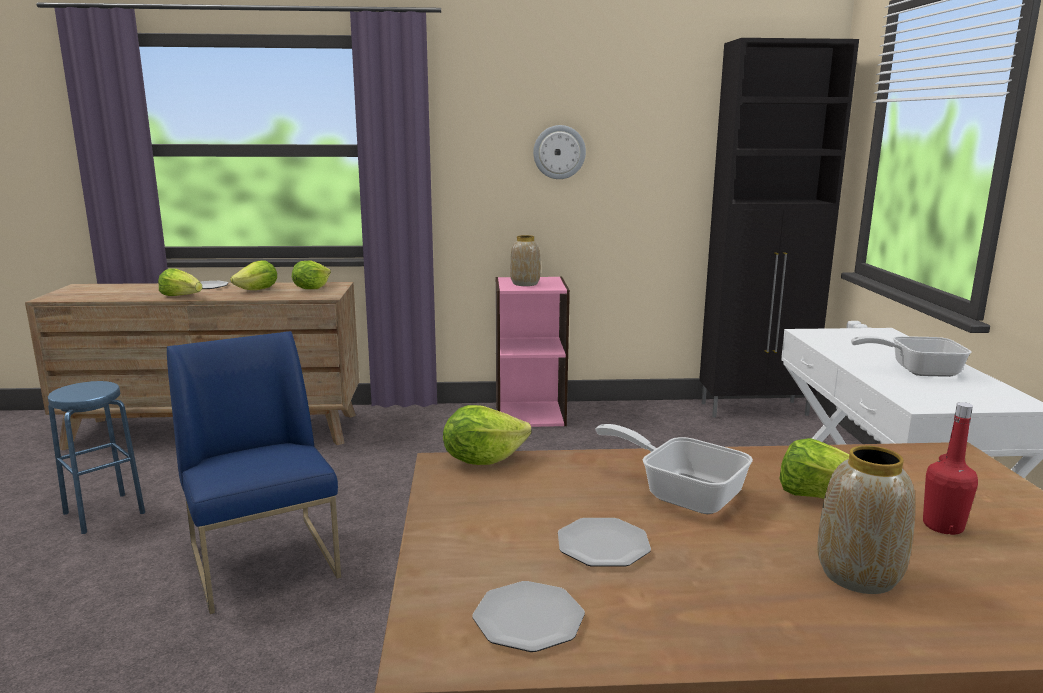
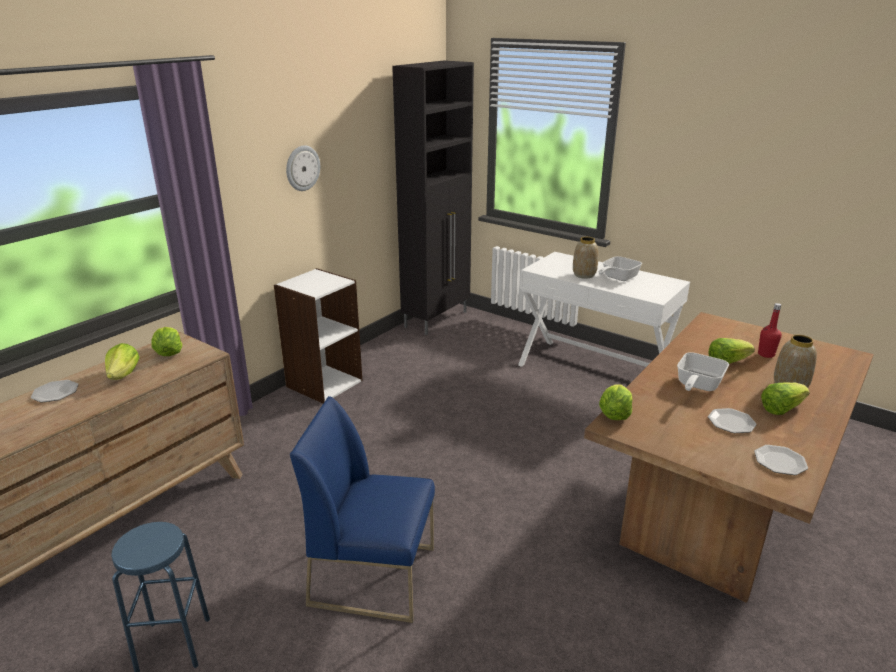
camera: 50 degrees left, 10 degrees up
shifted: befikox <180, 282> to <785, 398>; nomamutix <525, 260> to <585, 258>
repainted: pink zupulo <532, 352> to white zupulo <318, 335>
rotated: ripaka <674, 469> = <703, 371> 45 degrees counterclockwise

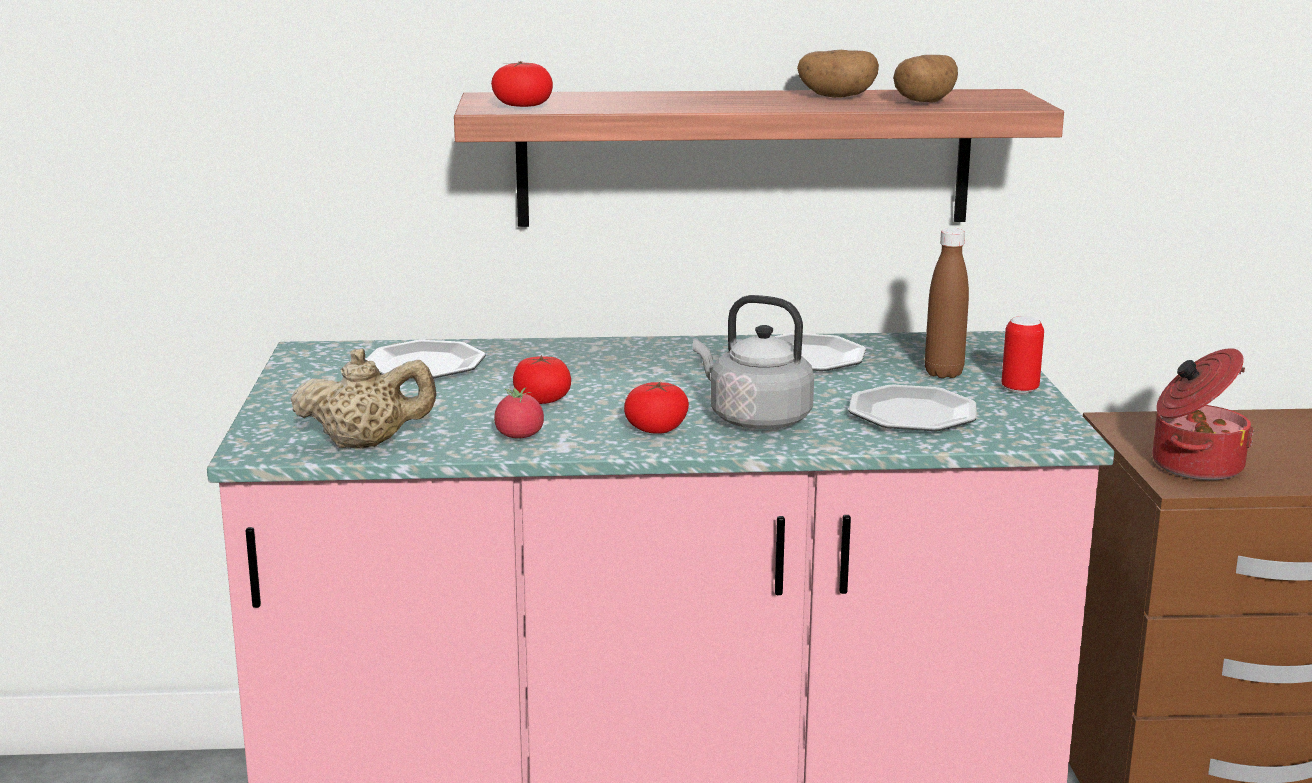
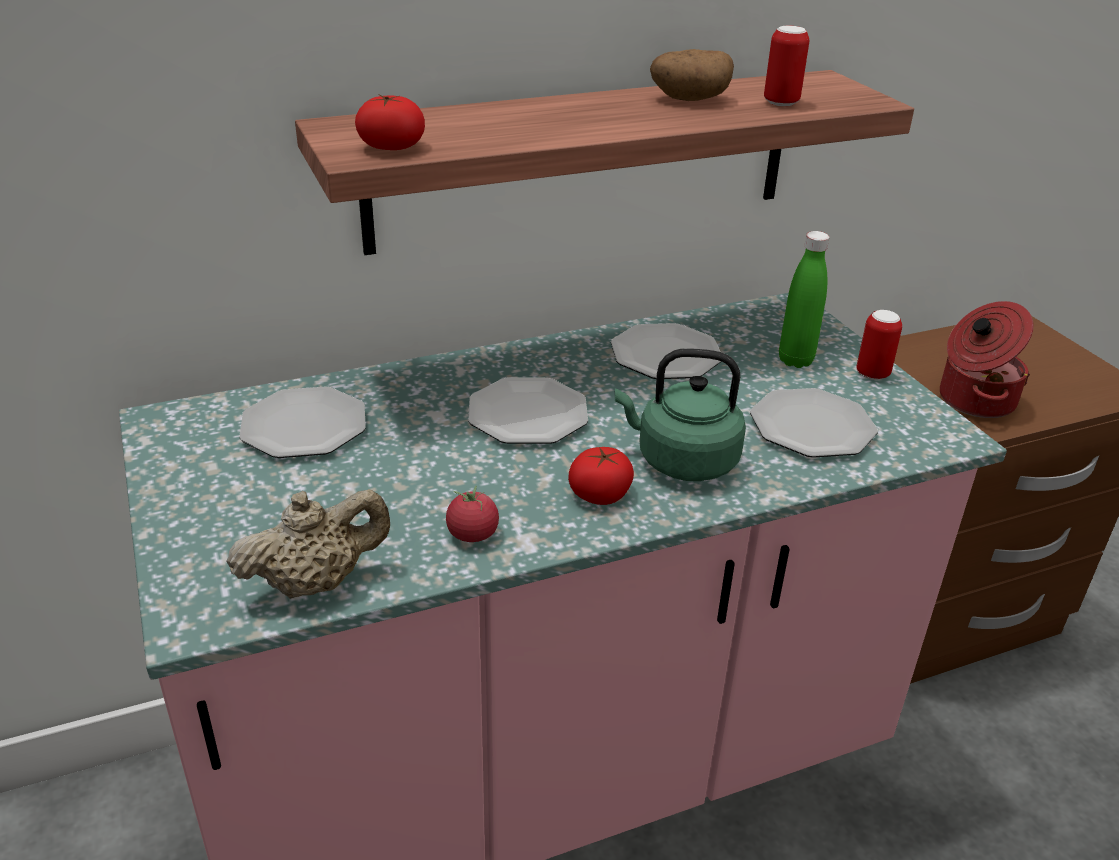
camera: 20 degrees left, 15 degrees up
gone: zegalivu <542, 379>
new: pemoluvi <528, 411>
swapped: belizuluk <925, 78> to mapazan <786, 66>
repainted: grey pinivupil <753, 362> to green pinivupil <680, 414>; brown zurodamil <947, 303> to green zurodamil <804, 299>

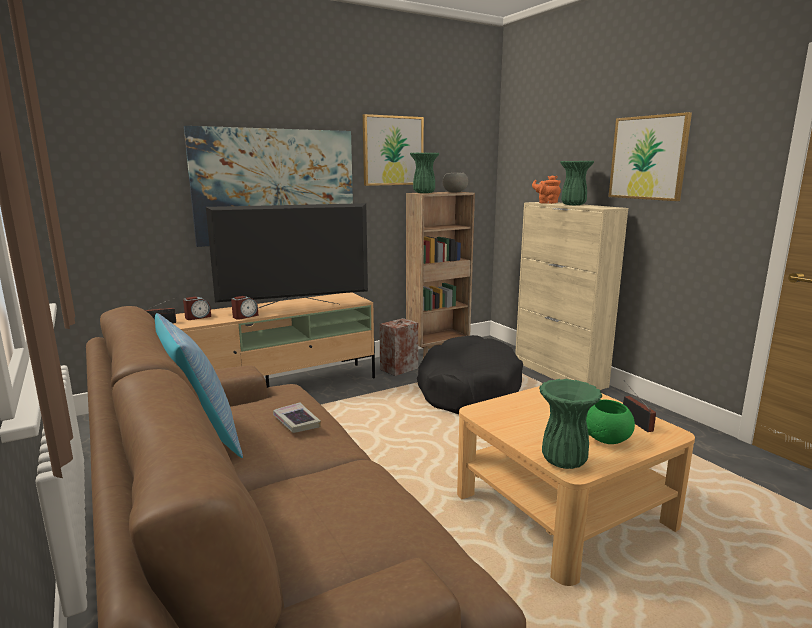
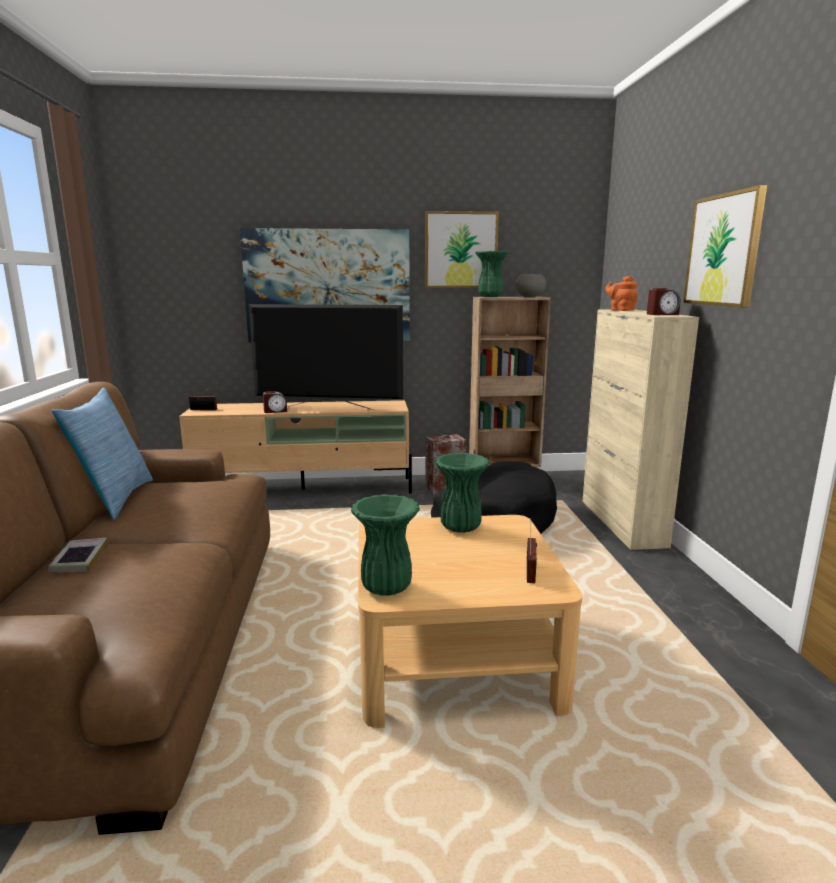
camera: 25 degrees right, 0 degrees up
gone: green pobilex <610, 422>
shifted: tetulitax <197, 308> to <663, 301>; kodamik <297, 417> to <77, 555>; green nomamutix <577, 183> to <462, 493>

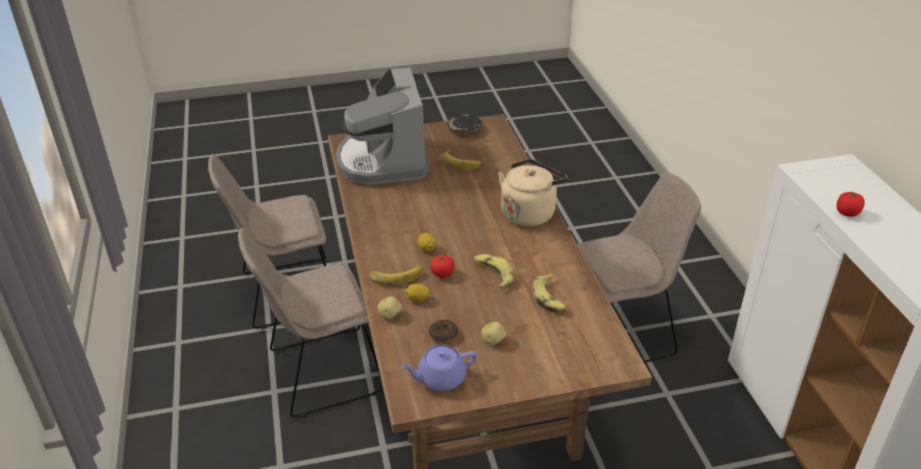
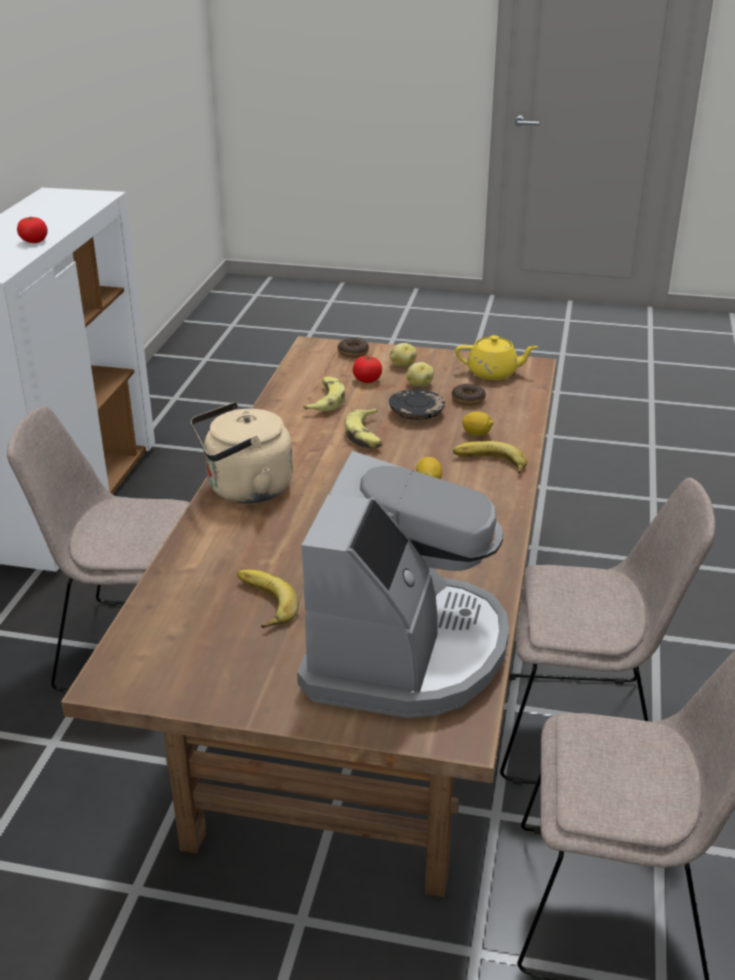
camera: 155 degrees left, 5 degrees down
new: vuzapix <353, 348>
shifted: belizuluk <389, 307> to <403, 355>; zegalivu <442, 266> to <367, 369>; black pemoluvi <464, 124> to <417, 404>
repainted: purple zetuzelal <439, 368> to yellow zetuzelal <496, 357>

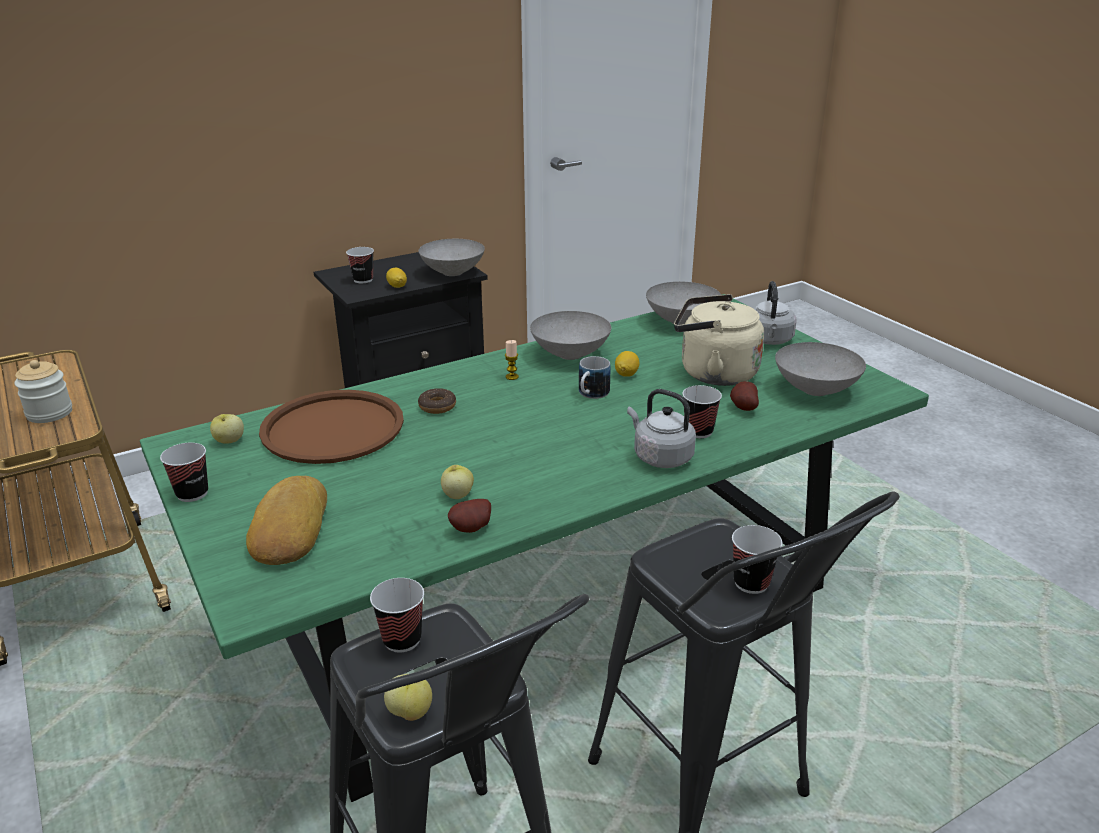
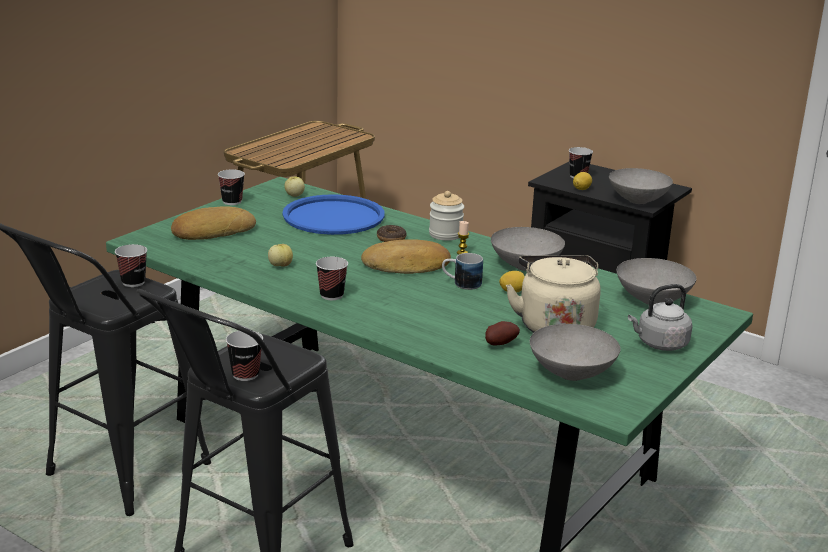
camera: 65 degrees right, 5 degrees down
gone: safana <408, 697>; belizuluk <469, 516>; grey pinivupil <661, 428>
new: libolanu <406, 256>
shifted: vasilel <43, 391> to <446, 216>; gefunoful <702, 411> to <332, 278>
repainted: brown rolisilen <331, 427> to blue rolisilen <333, 214>

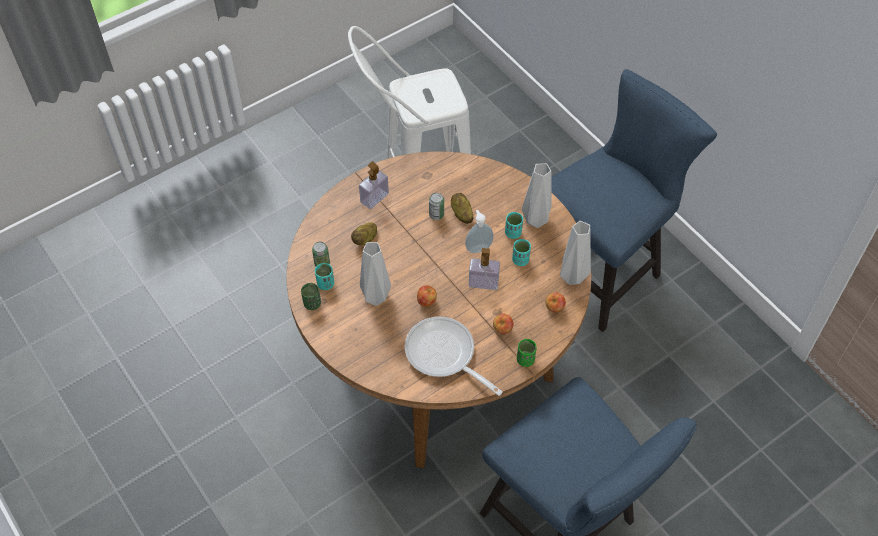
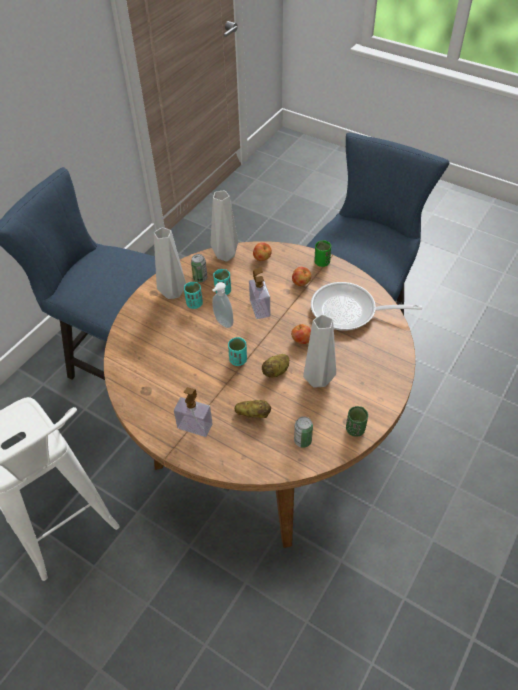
camera: 110 degrees left, 5 degrees down
shifted: turquoise gefunoful <324, 276> to <237, 351>; mapazan <436, 206> to <199, 268>; belizuluk <462, 208> to <275, 365>
rotated: ripaka <454, 356> = <366, 306> 75 degrees clockwise

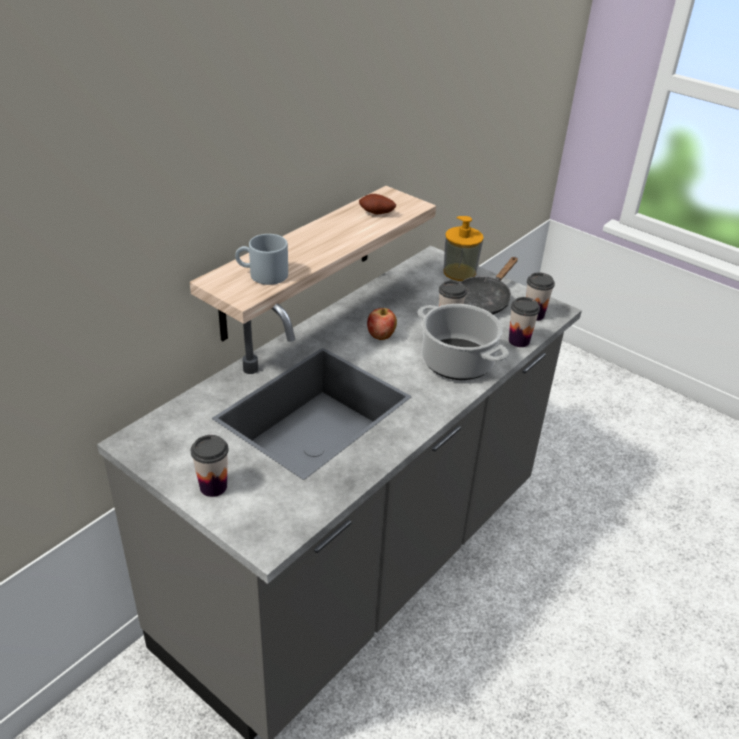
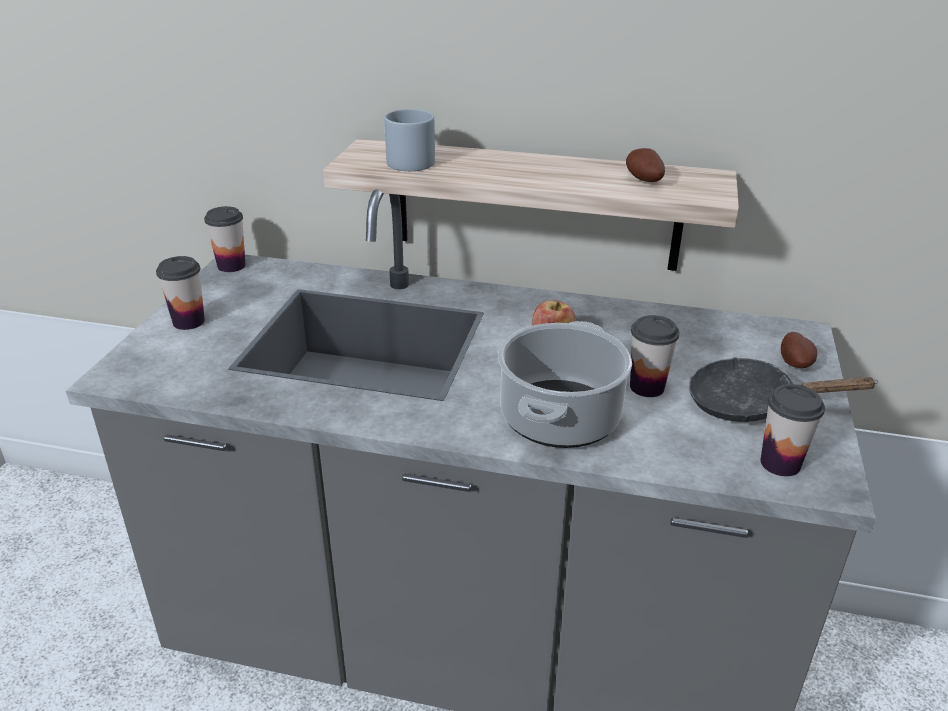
camera: 65 degrees right, 5 degrees down
shifted: gefunoful <524, 322> to <225, 239>
swapped: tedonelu <463, 248> to belizuluk <799, 350>

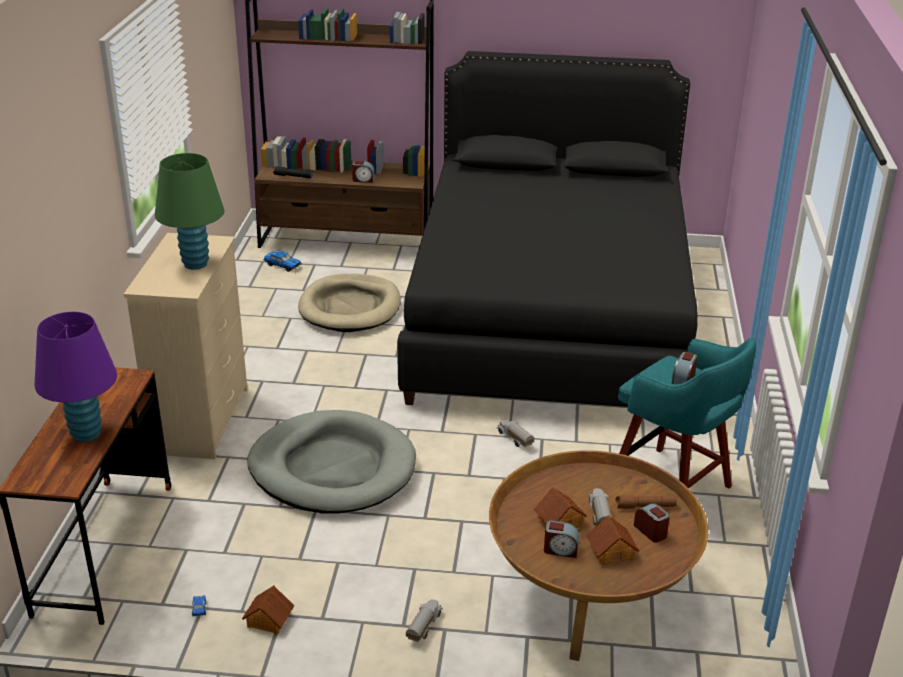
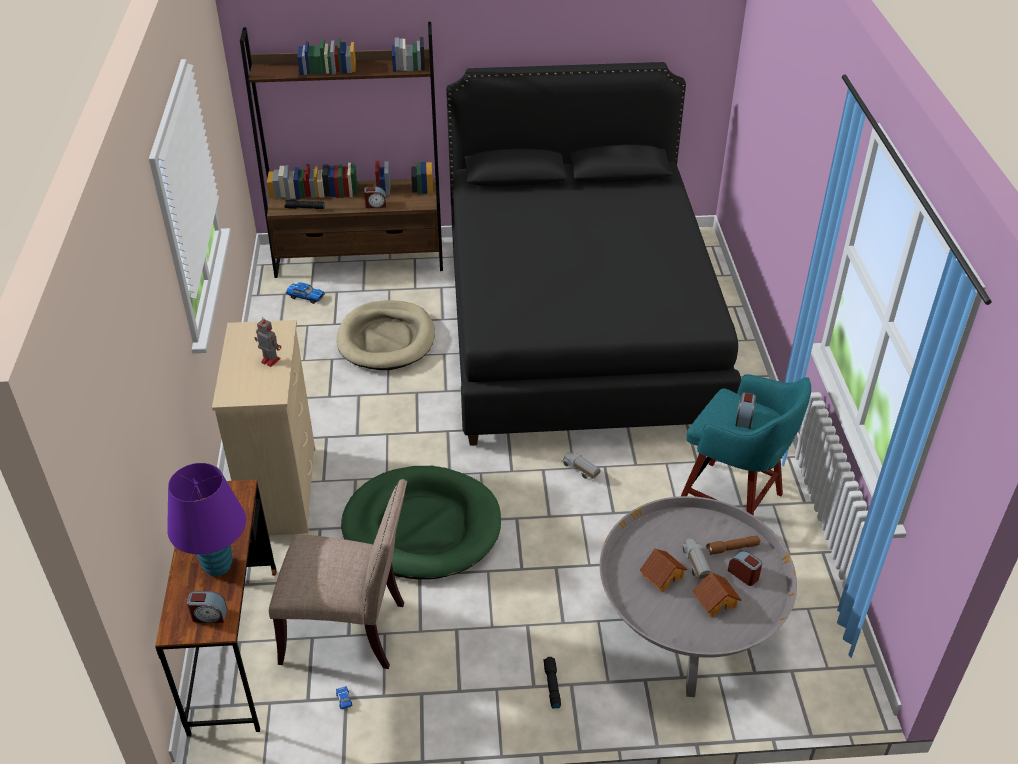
camera: 10 degrees left, 10 degrees up
gone: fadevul <268, 610>
new: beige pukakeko <338, 574>
shifted: tetulitax <561, 539> to <207, 607>
swapped: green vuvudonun <189, 211> to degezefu <268, 342>; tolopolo <424, 620> to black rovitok <552, 683>
repainted: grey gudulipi <331, 461> to green gudulipi <421, 523>; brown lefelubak <598, 555> to grey lefelubak <698, 596>

